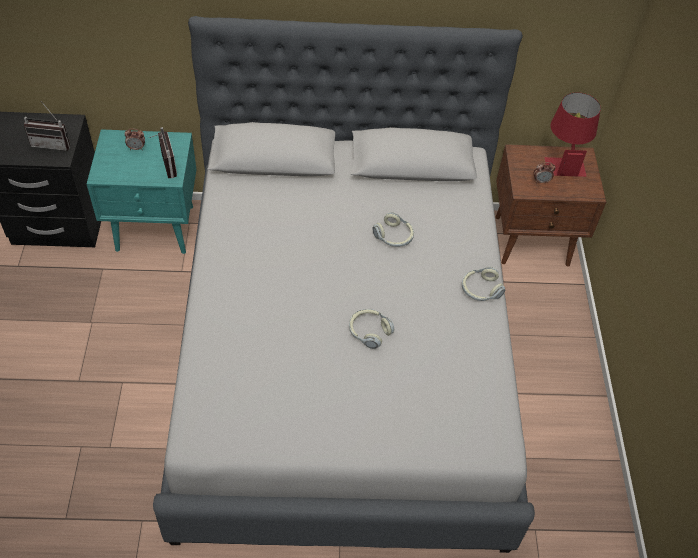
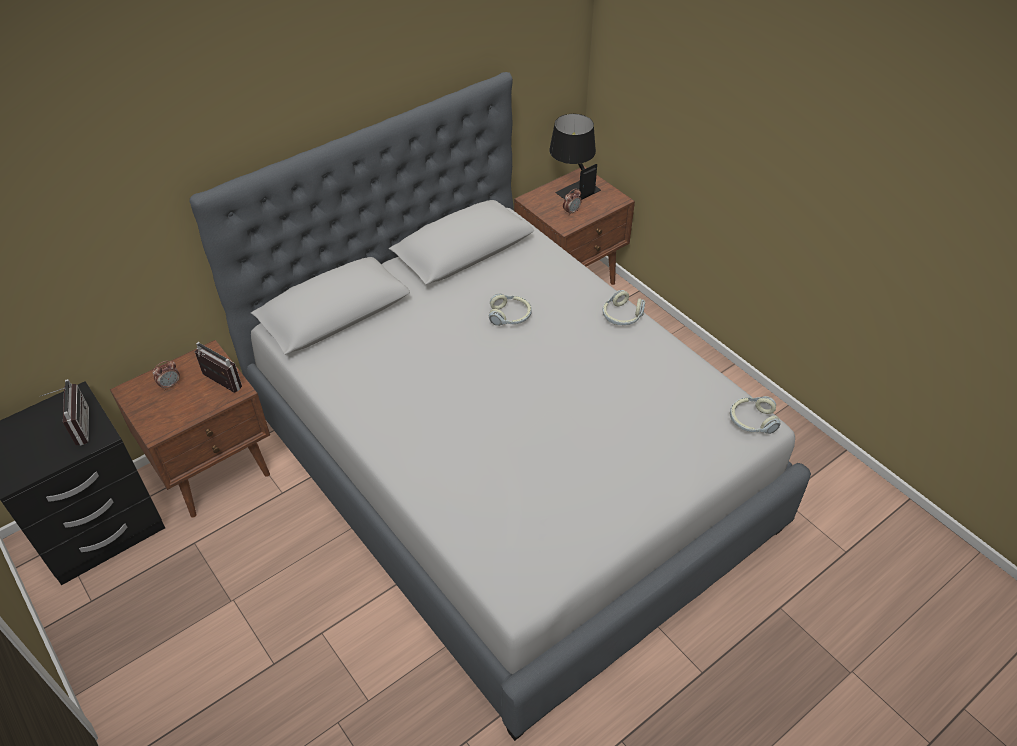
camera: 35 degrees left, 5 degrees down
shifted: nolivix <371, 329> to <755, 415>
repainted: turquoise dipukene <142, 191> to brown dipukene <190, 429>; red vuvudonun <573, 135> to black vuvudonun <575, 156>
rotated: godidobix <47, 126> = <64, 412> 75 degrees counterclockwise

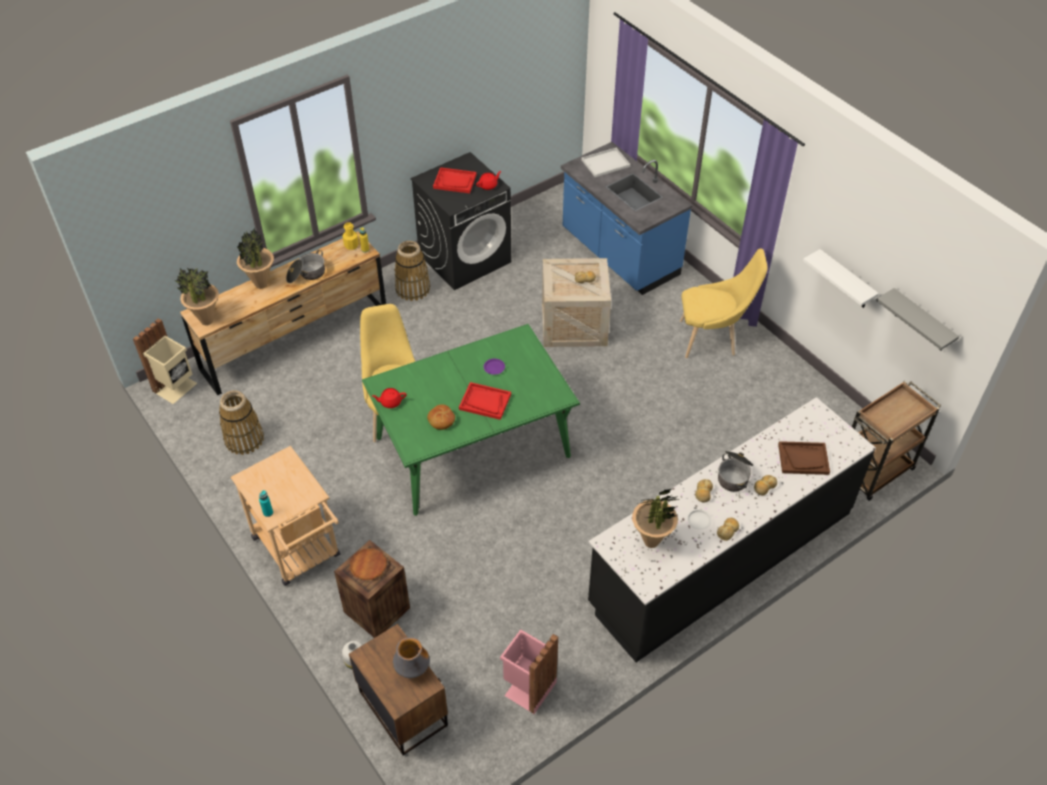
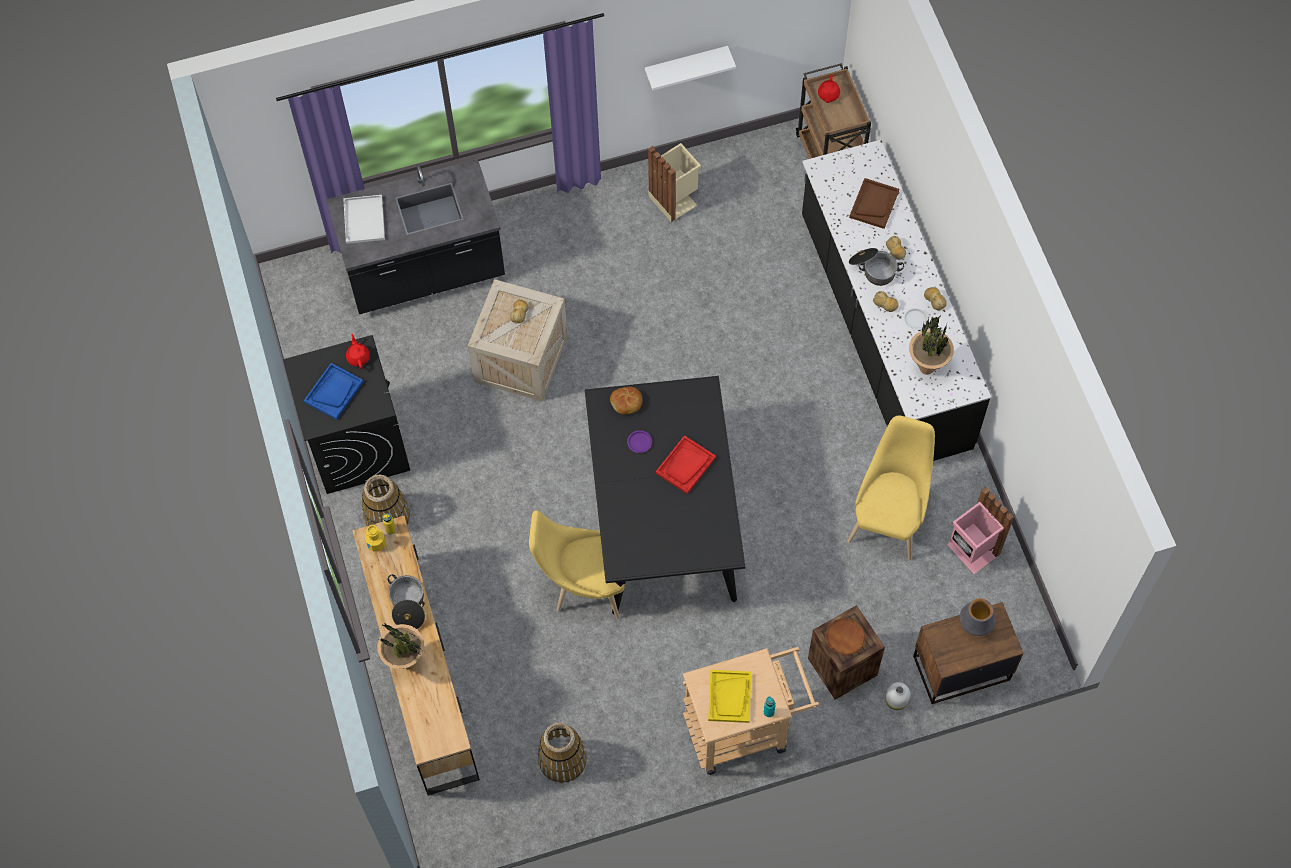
camera: 70 degrees left, 15 degrees up
gone: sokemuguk <197, 296>; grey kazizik <917, 319>
new: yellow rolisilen <729, 696>
shifted: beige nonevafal <165, 361> to <674, 182>; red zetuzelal <389, 398> to <829, 89>; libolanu <441, 417> to <626, 401>; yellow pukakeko <723, 303> to <891, 488>
repainted: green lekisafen <471, 420> to black lekisafen <665, 495>; red rolisilen <454, 180> to blue rolisilen <334, 391>; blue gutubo <626, 218> to black gutubo <415, 236>

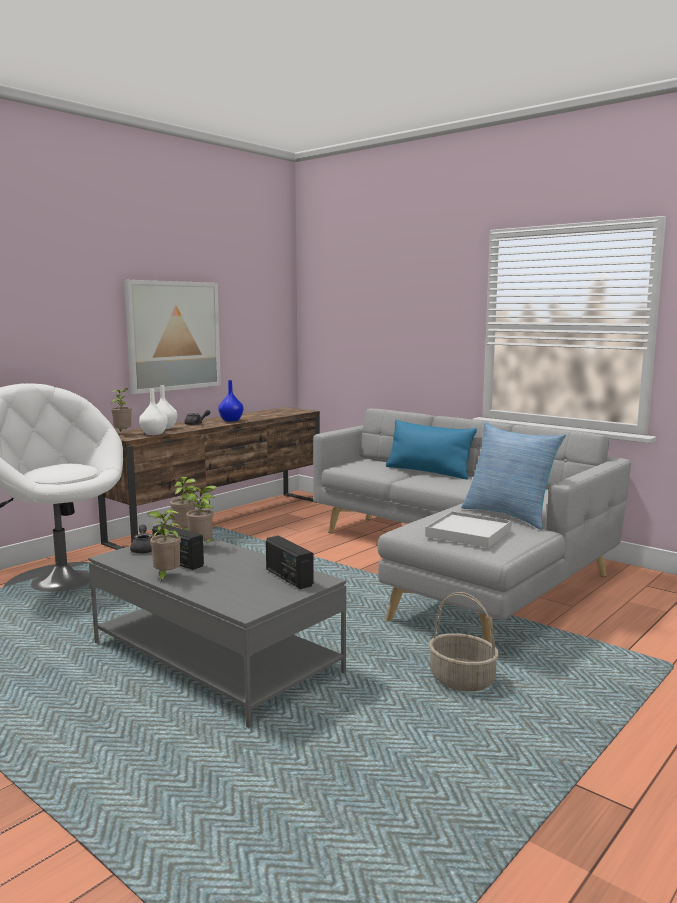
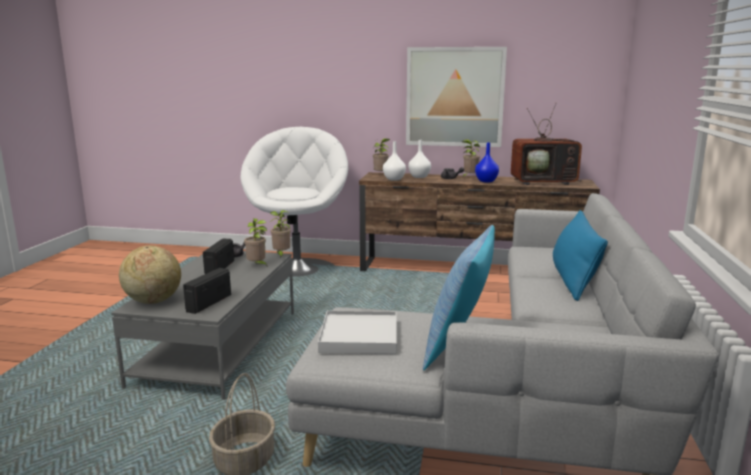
camera: 60 degrees right, 5 degrees up
new: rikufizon <150, 275>; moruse <546, 143>
shifted: sokemuguk <164, 546> to <471, 157>

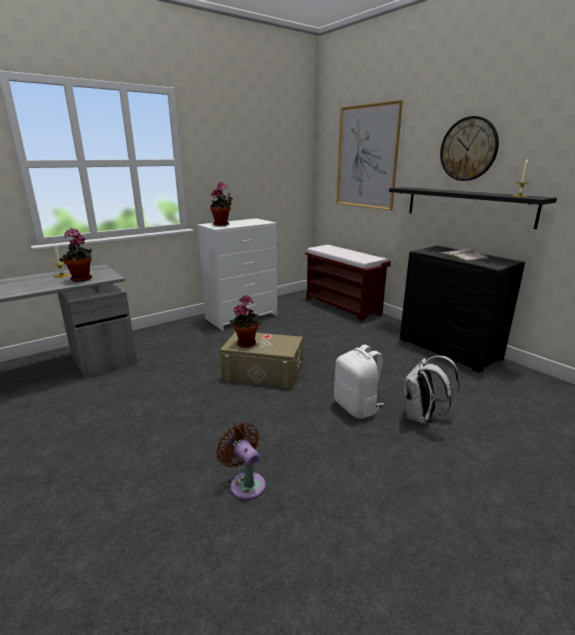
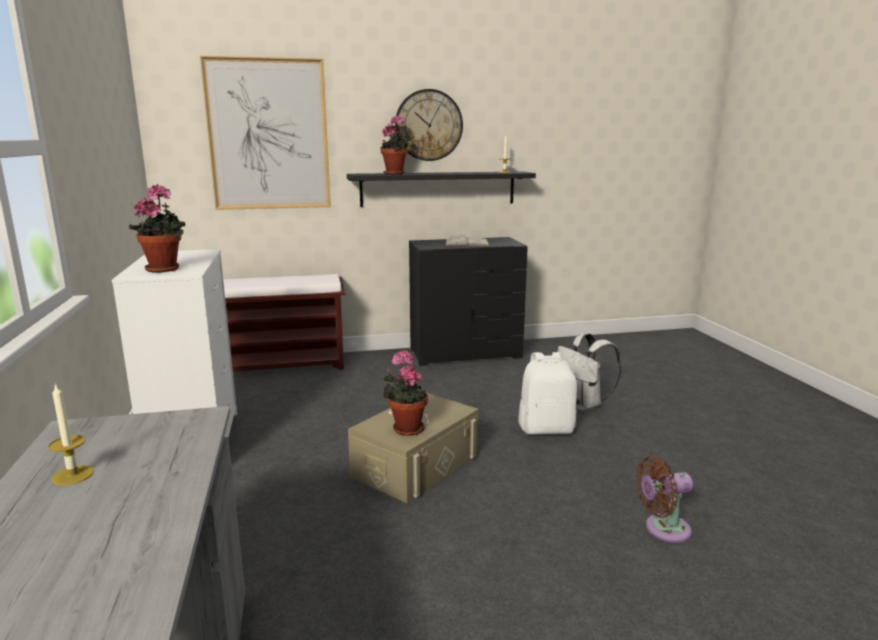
camera: 65 degrees left, 5 degrees down
shifted: sokemuguk <75, 255> to <395, 145>

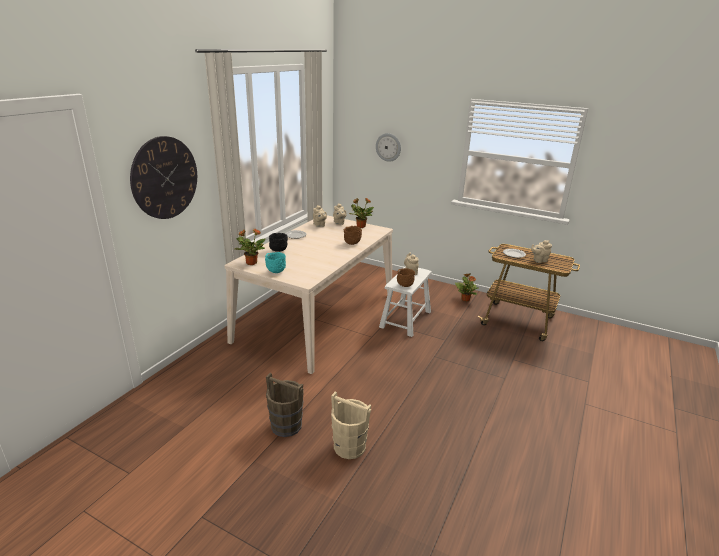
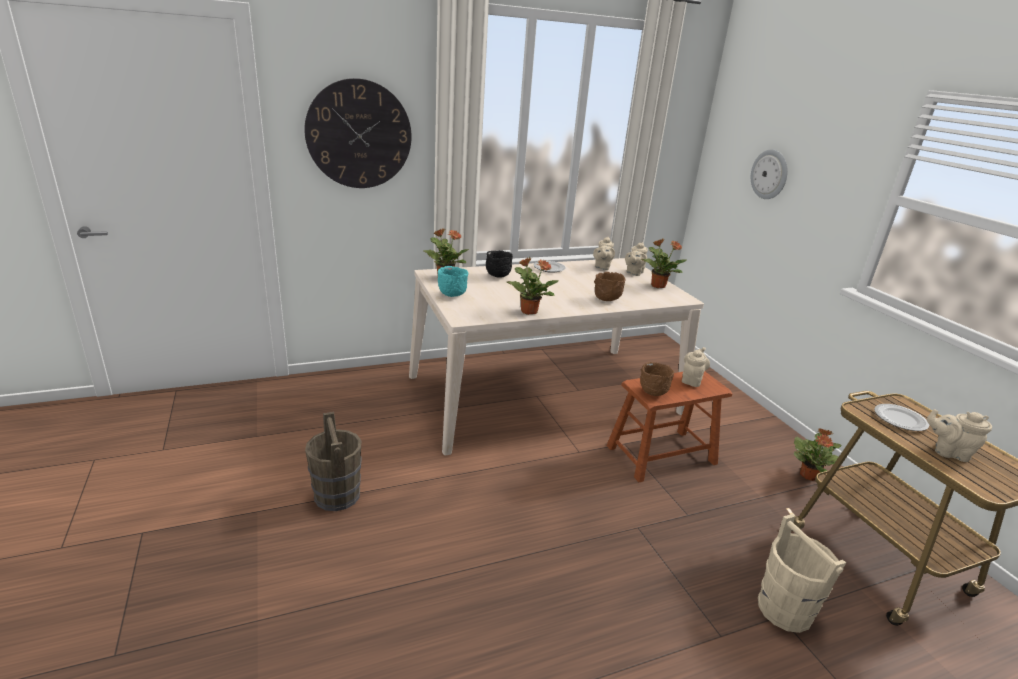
camera: 40 degrees right, 0 degrees up
new: sokemuguk <532, 286>
shifted: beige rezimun <351, 425> to <802, 573>
repainted: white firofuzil <405, 301> to brown firofuzil <669, 427>

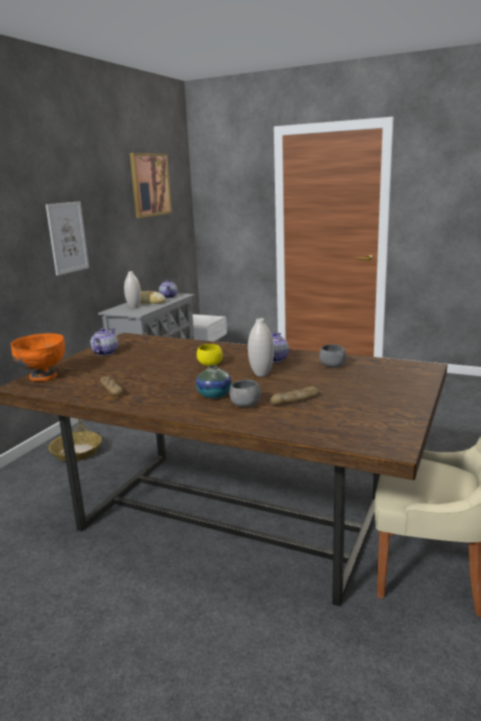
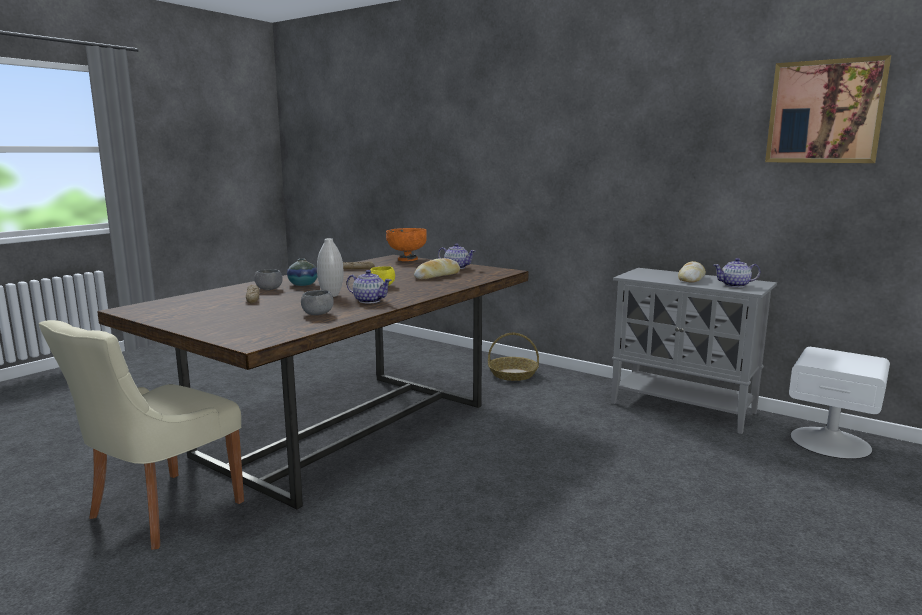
camera: 100 degrees right, 5 degrees down
gone: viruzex <67, 238>; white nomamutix <132, 289>
new: libolanu <437, 269>

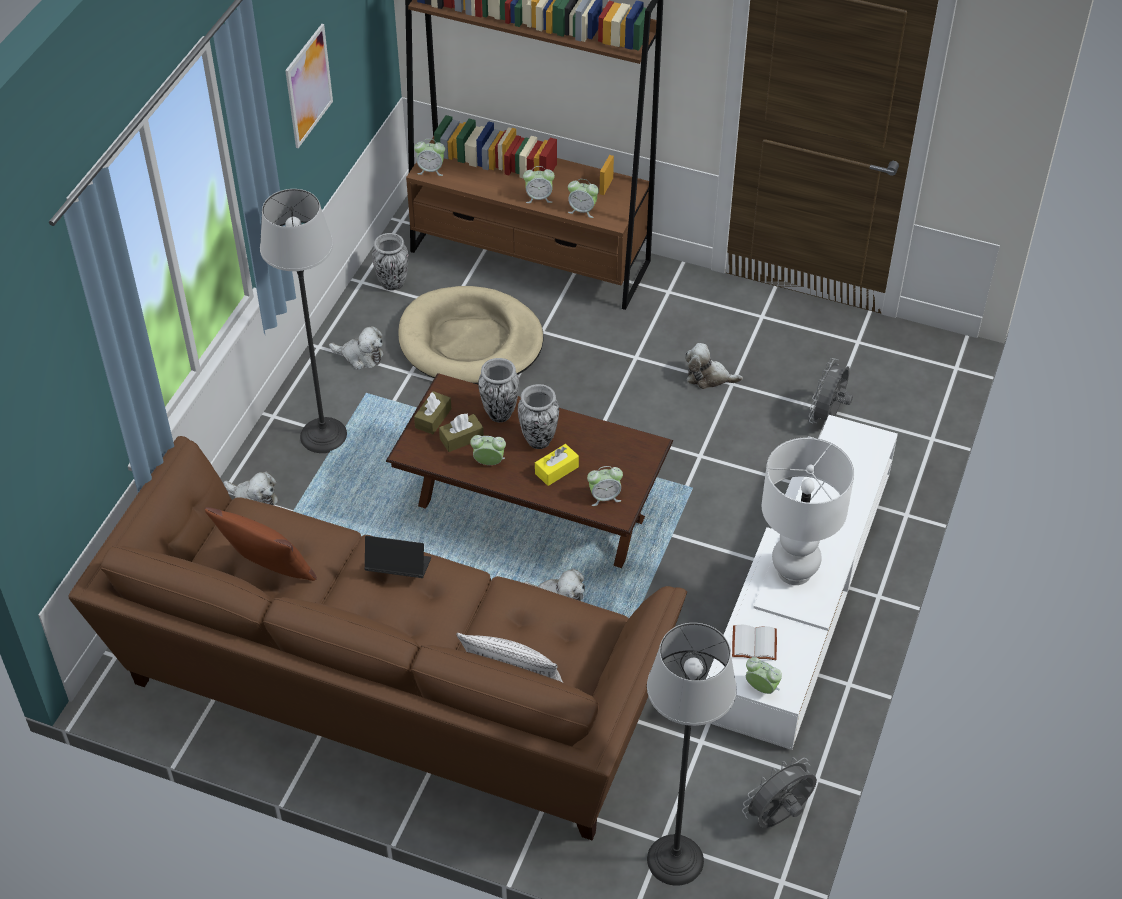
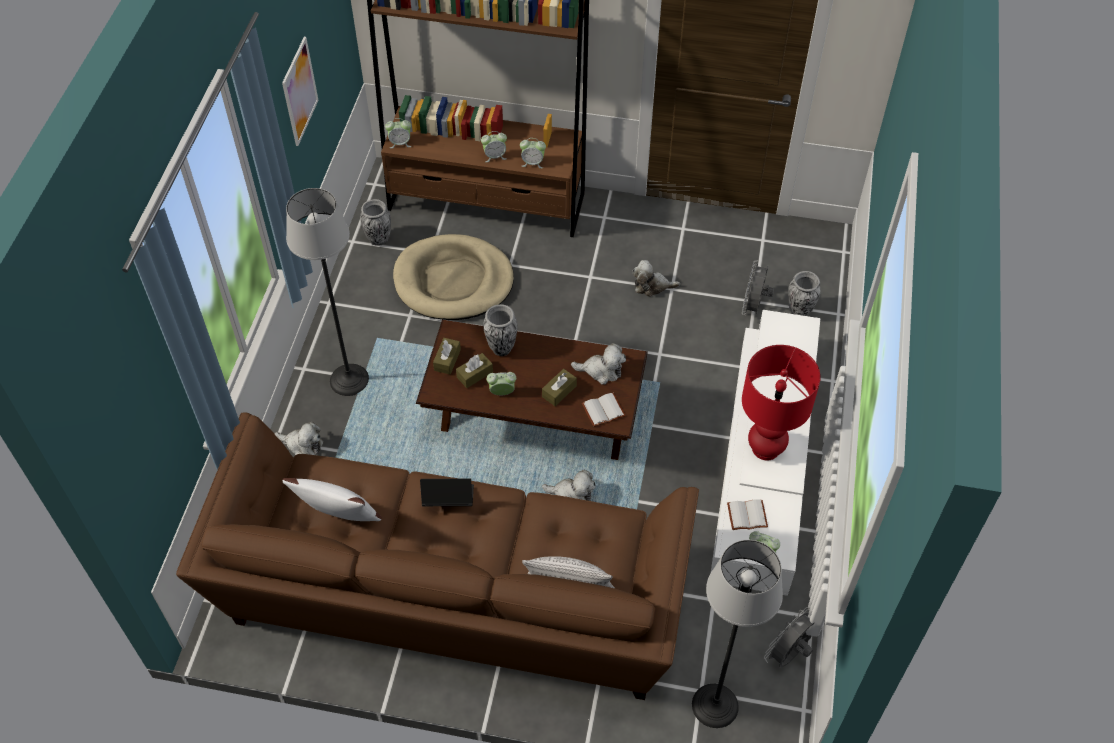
camera: 10 degrees left, 5 degrees up
shifted: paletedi <356, 348> to <598, 364>; nomamutix <538, 416> to <804, 293>
swapped: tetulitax <605, 486> to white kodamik <604, 410>
repainted: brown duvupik <261, 544> to white duvupik <332, 499>; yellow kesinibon <557, 465> to brown kesinibon <559, 387>; white vuvudonun <808, 511> to red vuvudonun <781, 402>

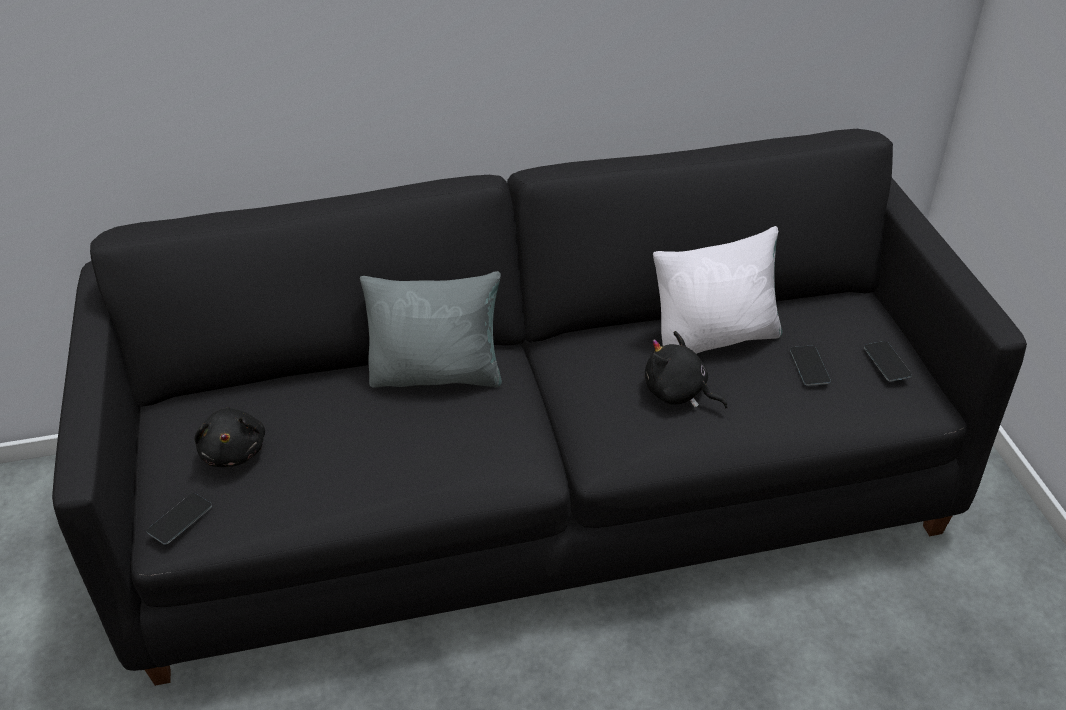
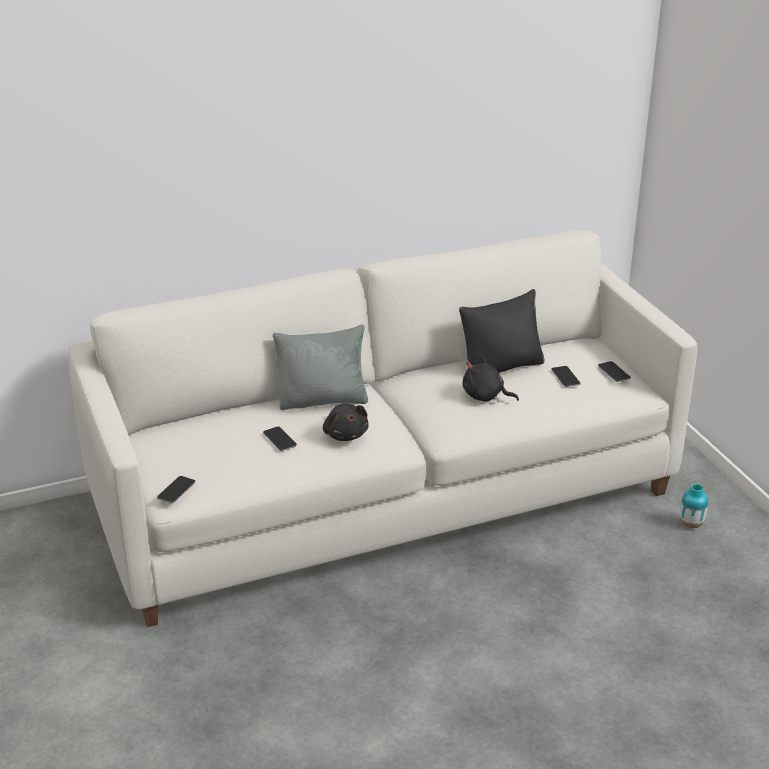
camera: 10 degrees left, 10 degrees down
new: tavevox <280, 439>; nomamutix <694, 506>
shifted: black paletedi <229, 437> to <346, 422>
repainted: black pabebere <539, 407> to white pabebere <382, 428>; white duvupik <717, 290> to black duvupik <502, 331>

